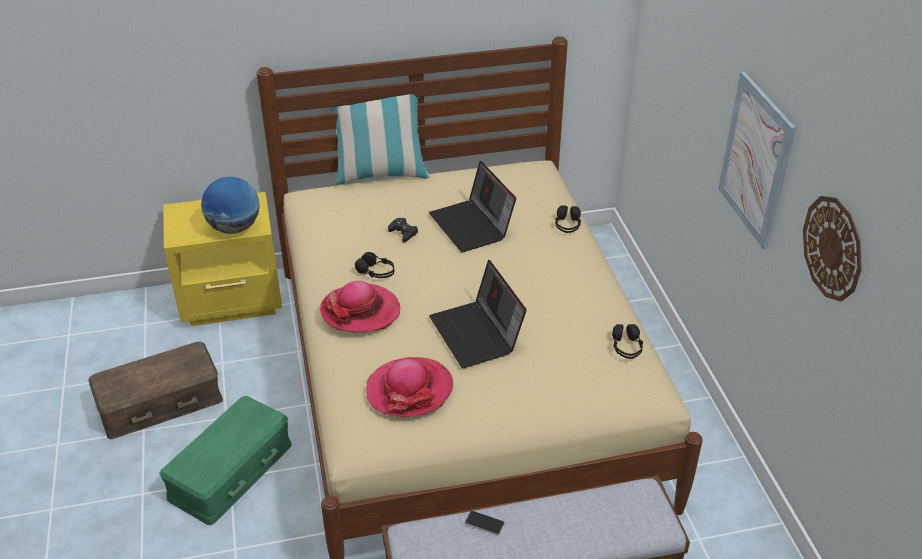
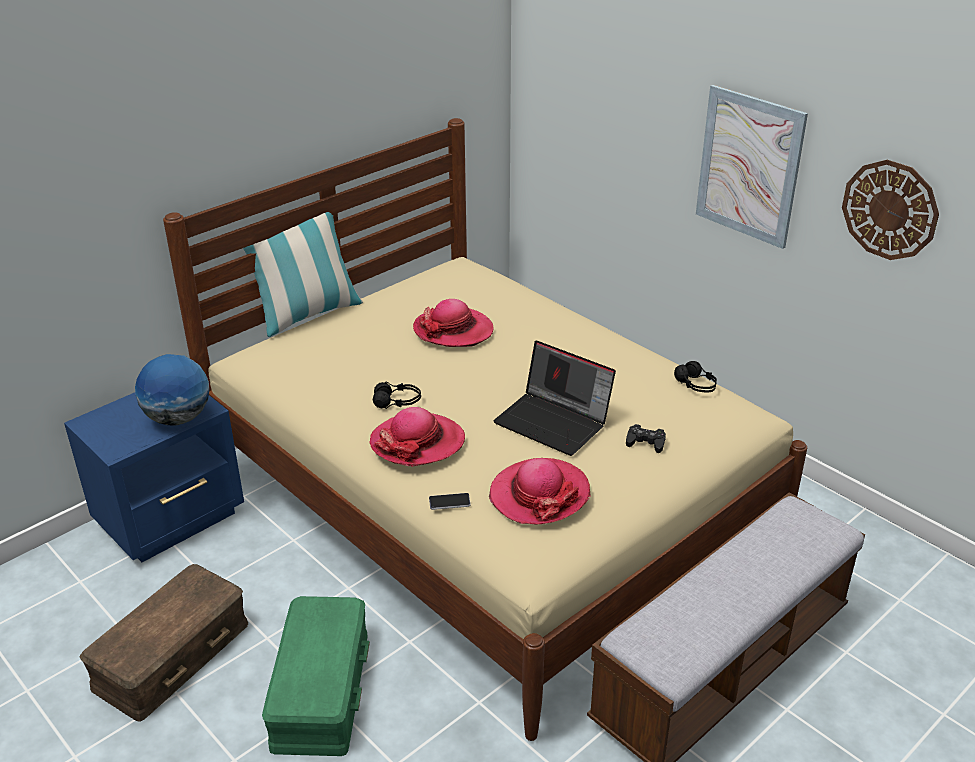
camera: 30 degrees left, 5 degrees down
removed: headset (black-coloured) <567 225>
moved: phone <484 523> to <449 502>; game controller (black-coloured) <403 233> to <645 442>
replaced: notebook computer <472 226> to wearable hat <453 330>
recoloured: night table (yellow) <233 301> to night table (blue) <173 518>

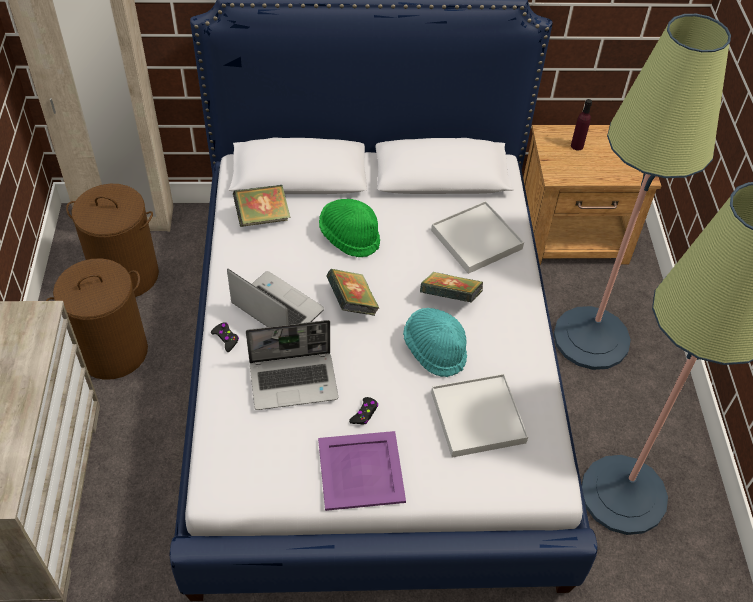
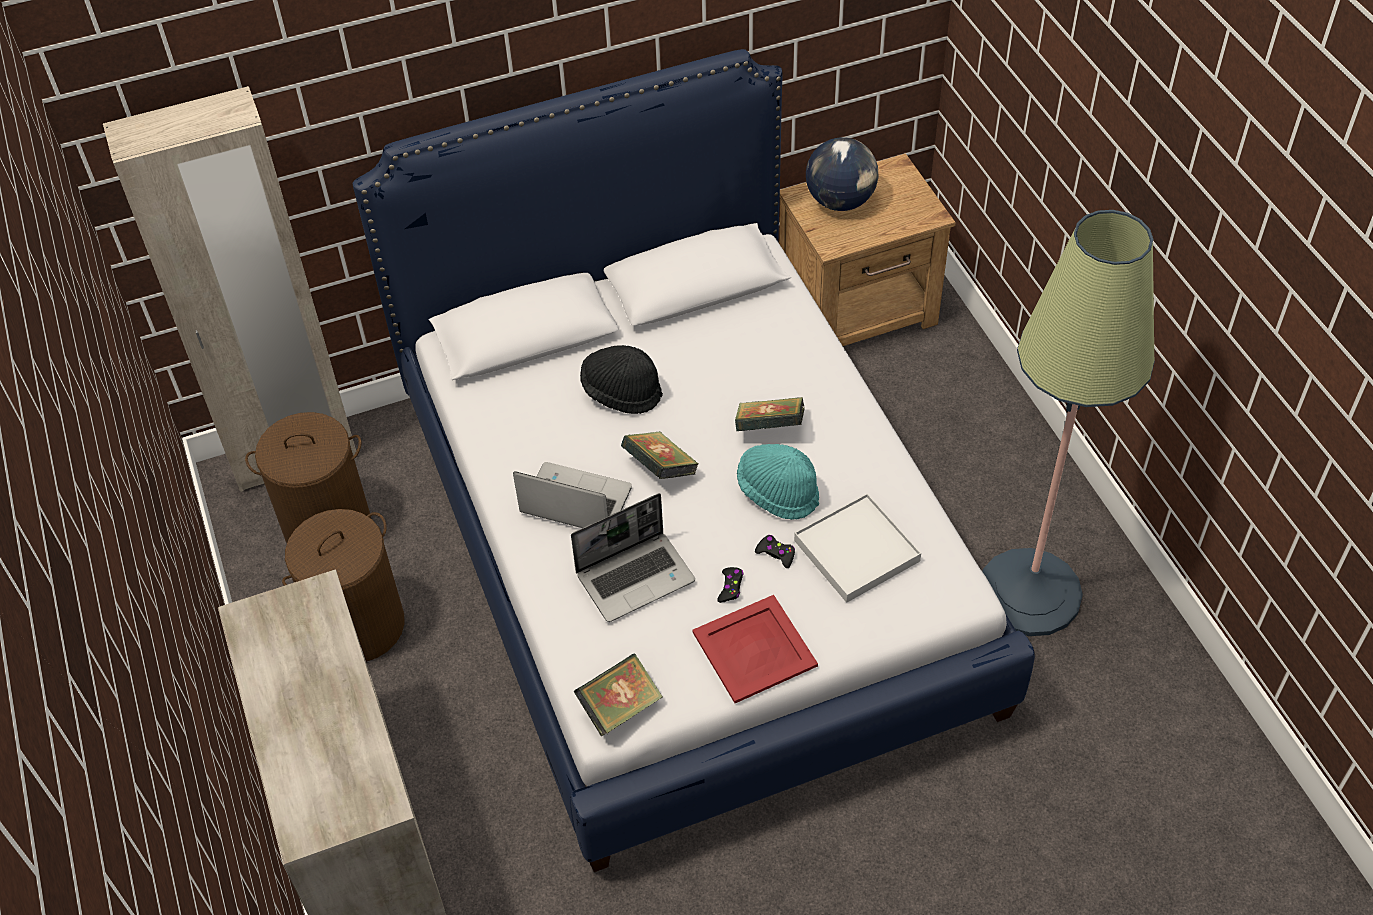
camera: 15 degrees left, 0 degrees up
removed: carrying tray (white) <476 239>; standard lamp <591 338>
moved: book <262 217> to <620 707>; game controller (black-coloured) <226 338> to <776 554>
replaced: drink bottle (purple) <577 146> to globe <841 201>
recoloured: wearable hat (green) <350 237> to wearable hat (black-coloured) <621 392>; carrying tray (purple) <361 470> to carrying tray (red-coloured) <755 648>

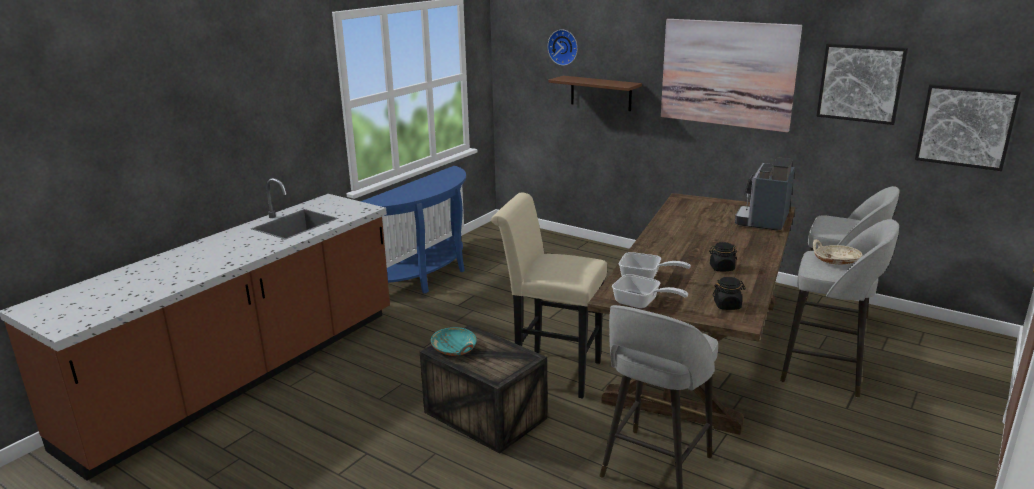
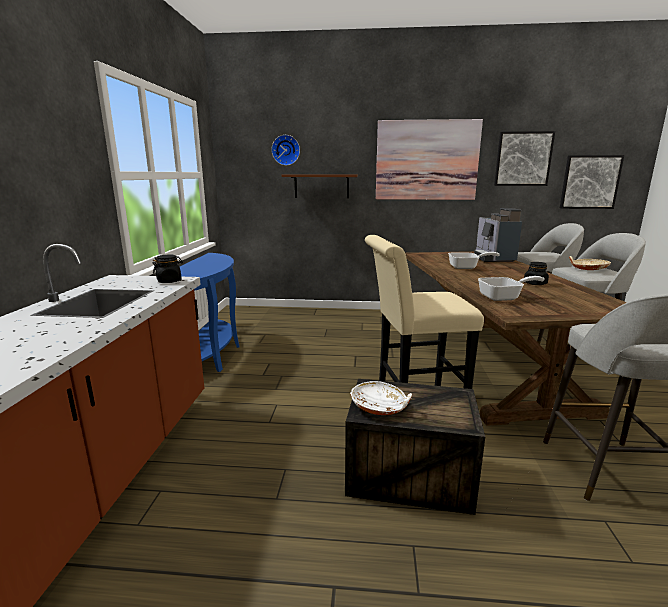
camera: 30 degrees left, 5 degrees down
moved: preserve jar (black-coloured) <727 305> to <169 281>; frying pan <641 303> to <466 267>
recoloured: serving bowl (turquoise-coloured) <454 349> to serving bowl (white) <380 407>

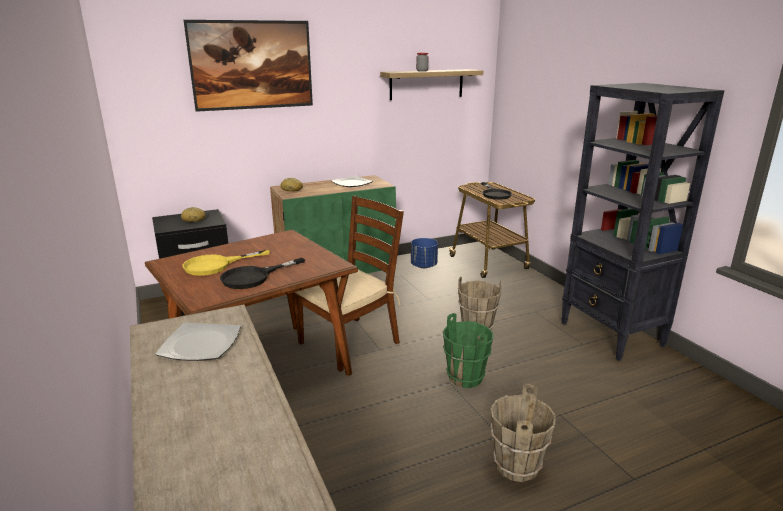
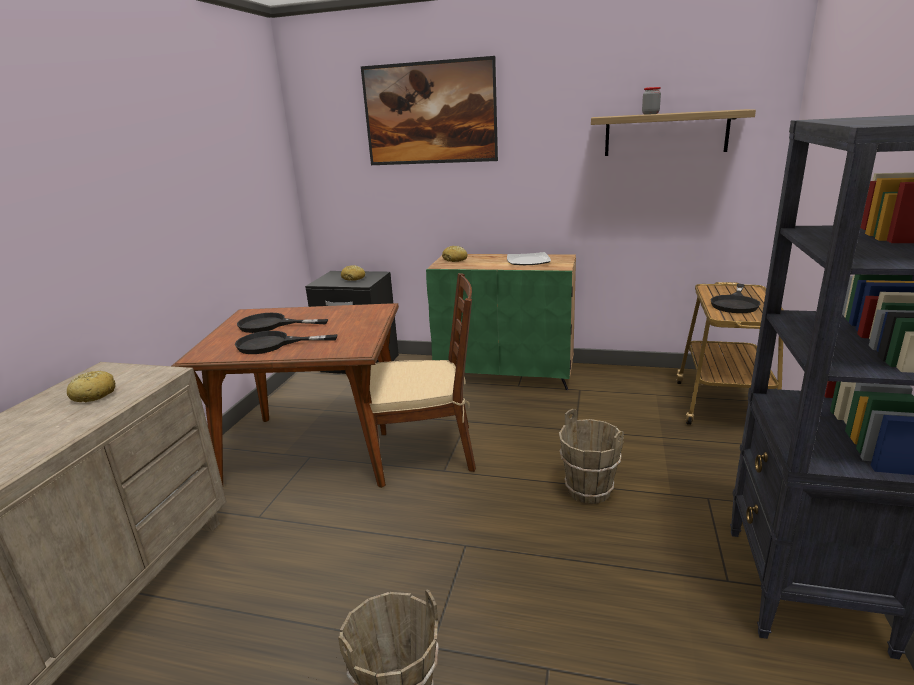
camera: 40 degrees right, 0 degrees up
removed: planter (blue) <423 266>; bucket (green) <465 377>
replaced: dinner plate <199 345> to baked bread <94 395>
recoloured: frying pan (yellow) <215 265> to frying pan (black-coloured) <271 325>

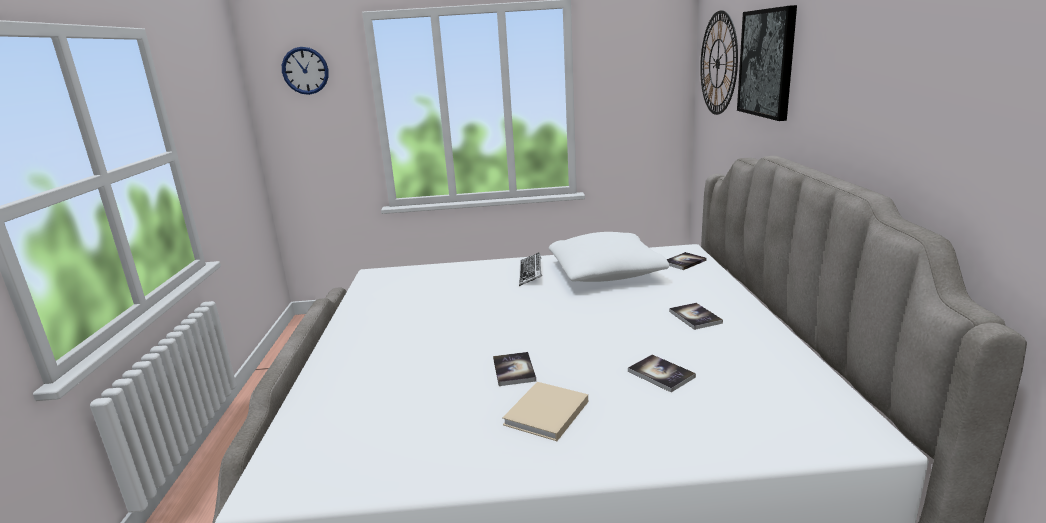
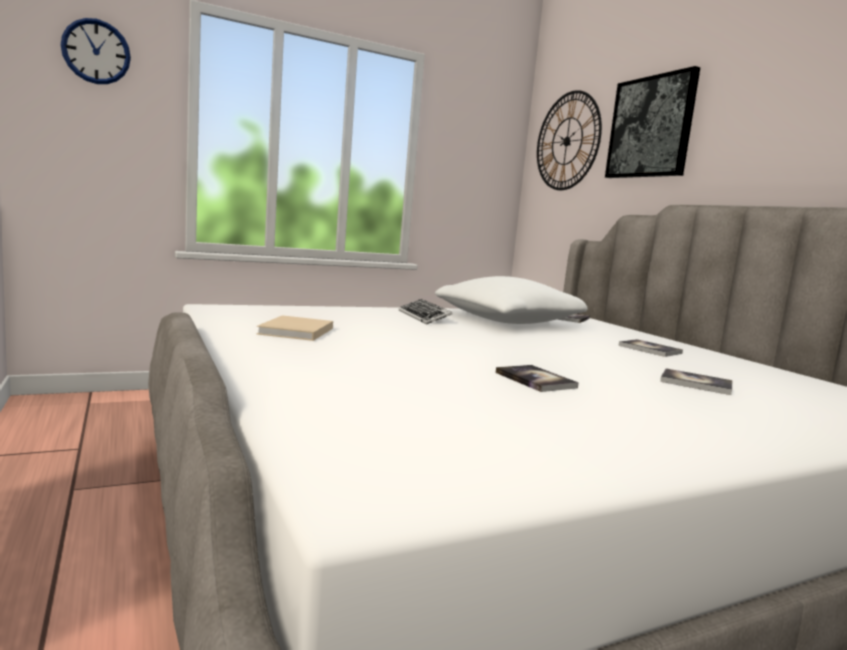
camera: 25 degrees left, 10 degrees down
moved: book (sand-coloured) <545 414> to <295 331>

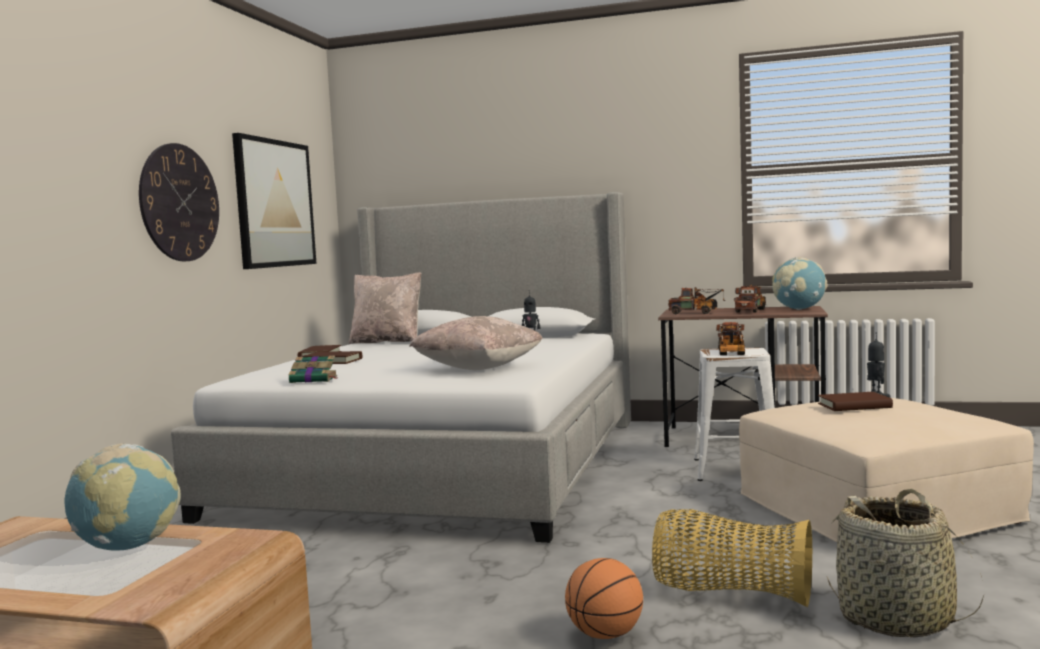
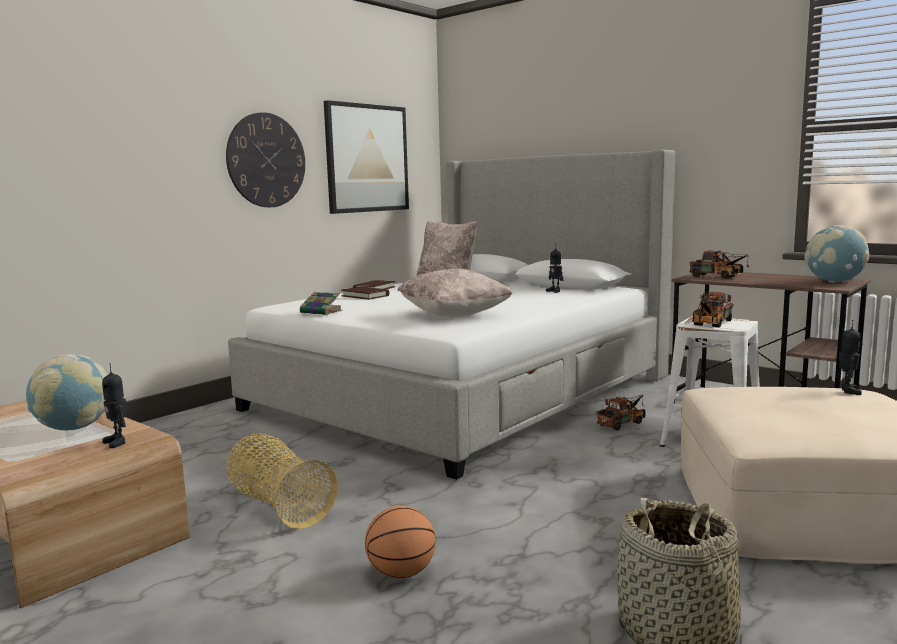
camera: 25 degrees right, 5 degrees up
removed: book (brown-coloured) <854 406>
added: robot figure <118 442>
moved: household basket <730 593> to <279 506>; model truck <751 310> to <623 423>

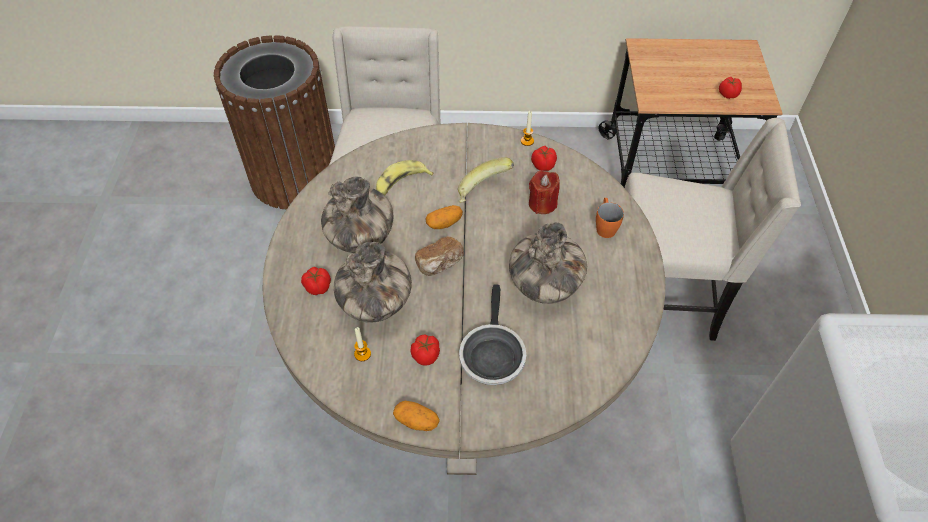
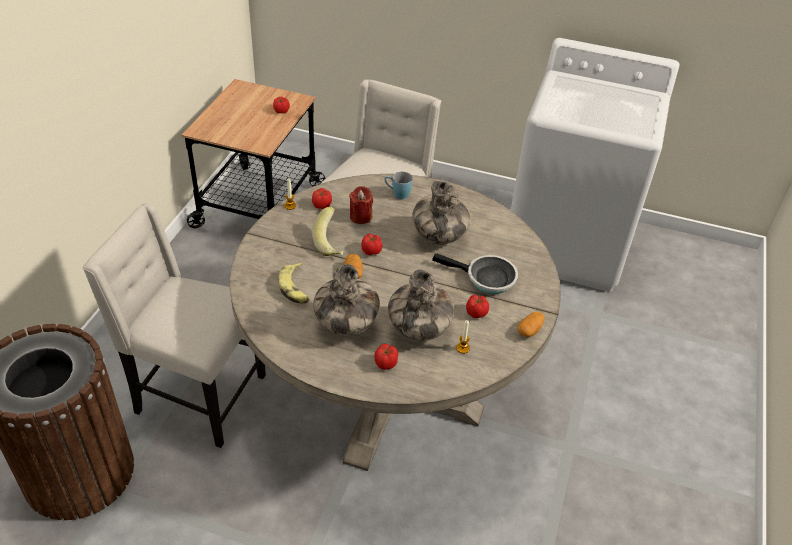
camera: 75 degrees left, 10 degrees down
removed: baked bread <440 264>
added: whole tomato <371 250>
recoloured: coffee mug (orangey) <605 226> to coffee mug (blue) <397 194>

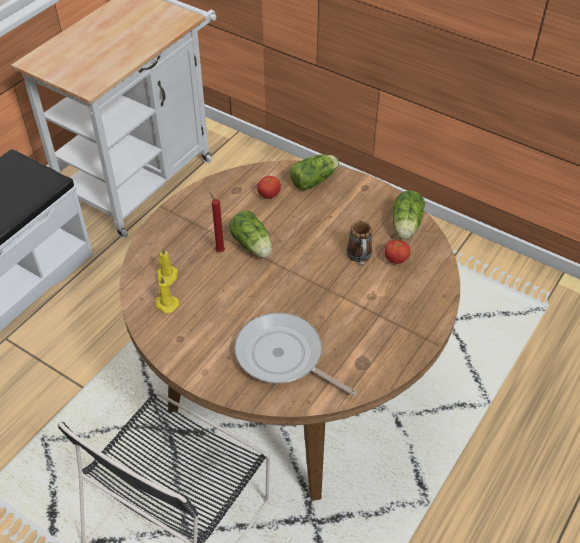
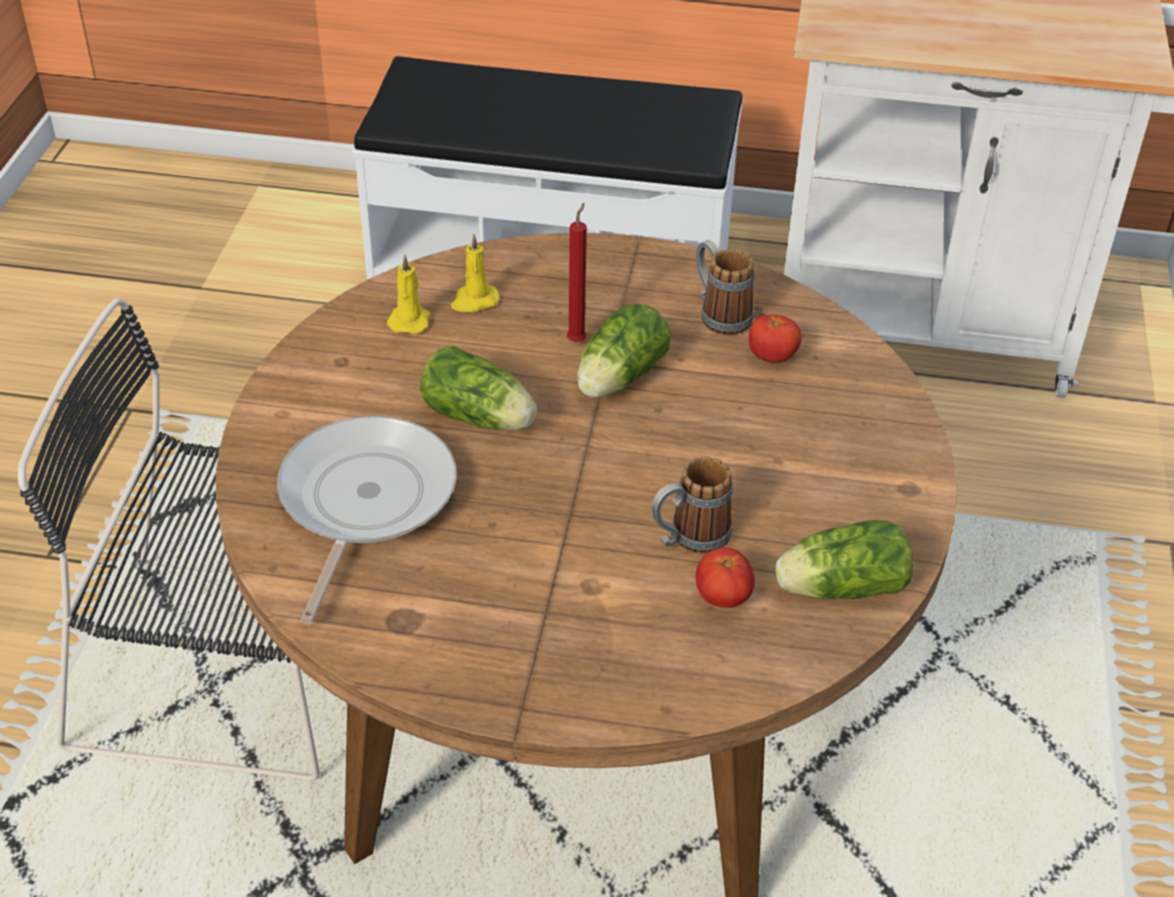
camera: 65 degrees right, 5 degrees down
added: coffee mug <719 313>
moved: lettuce head <315 180> to <481 418>

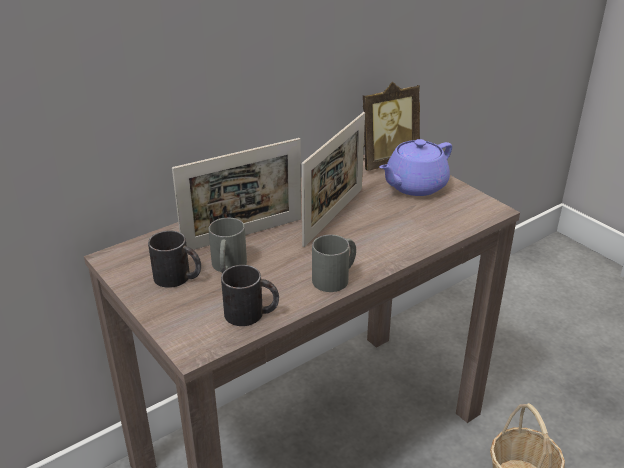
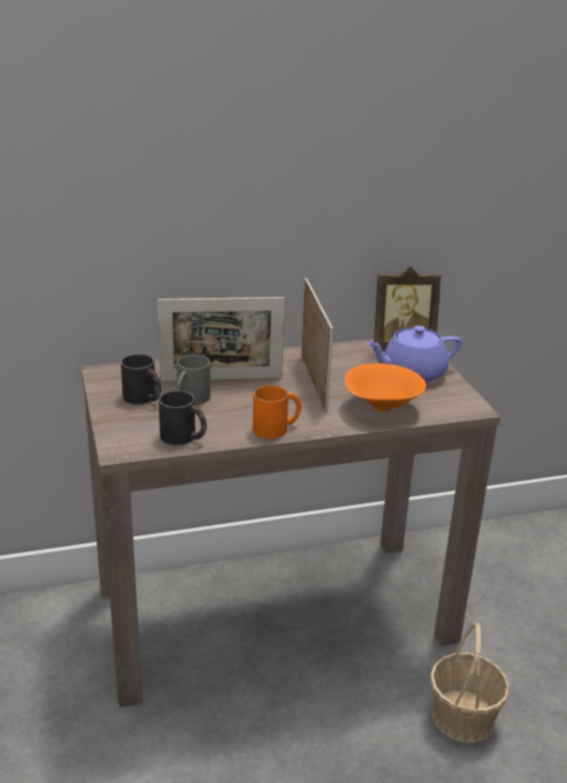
camera: 20 degrees right, 5 degrees down
added: serving bowl (orangey) <380 408>
recoloured: coffee mug (gray) <336 277> to coffee mug (orangey) <277 428>
turned: photo frame <333 216> = <313 382> 60 degrees counterclockwise

